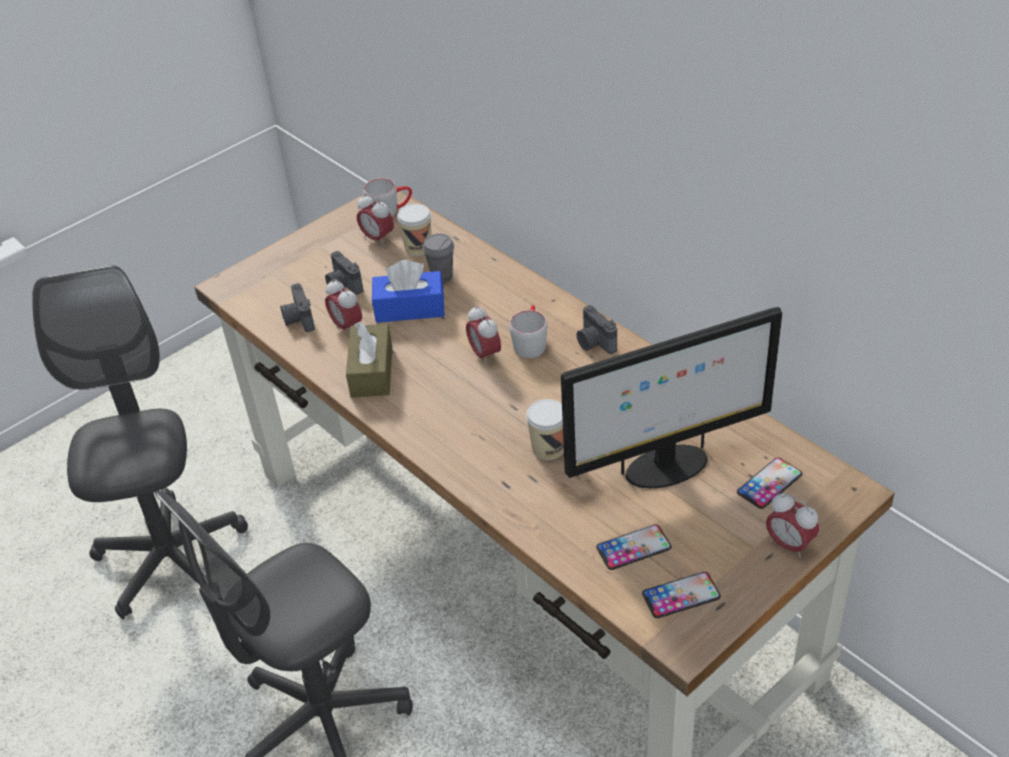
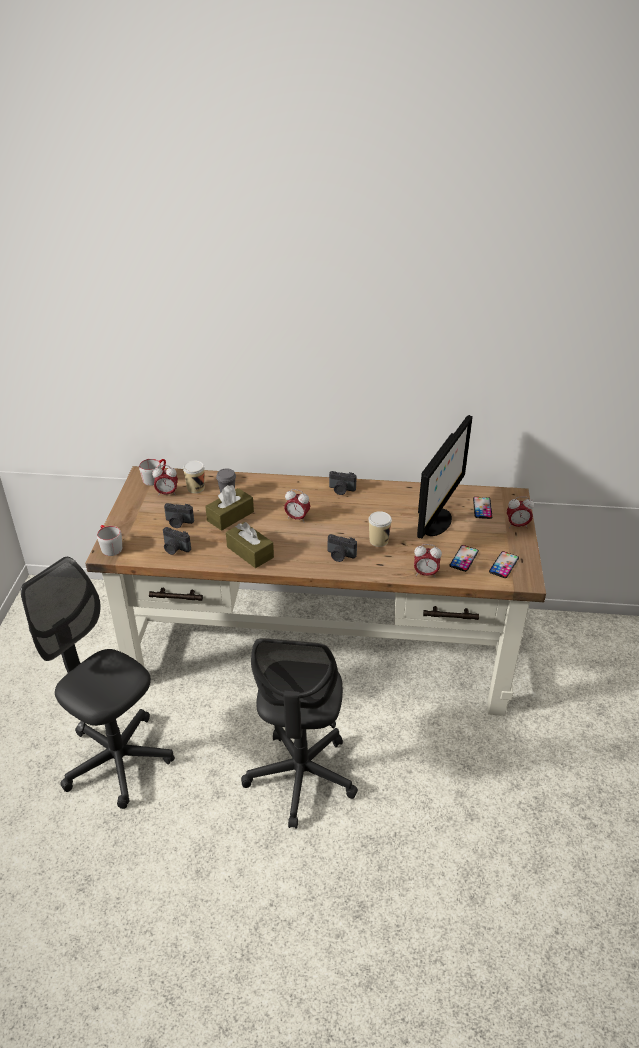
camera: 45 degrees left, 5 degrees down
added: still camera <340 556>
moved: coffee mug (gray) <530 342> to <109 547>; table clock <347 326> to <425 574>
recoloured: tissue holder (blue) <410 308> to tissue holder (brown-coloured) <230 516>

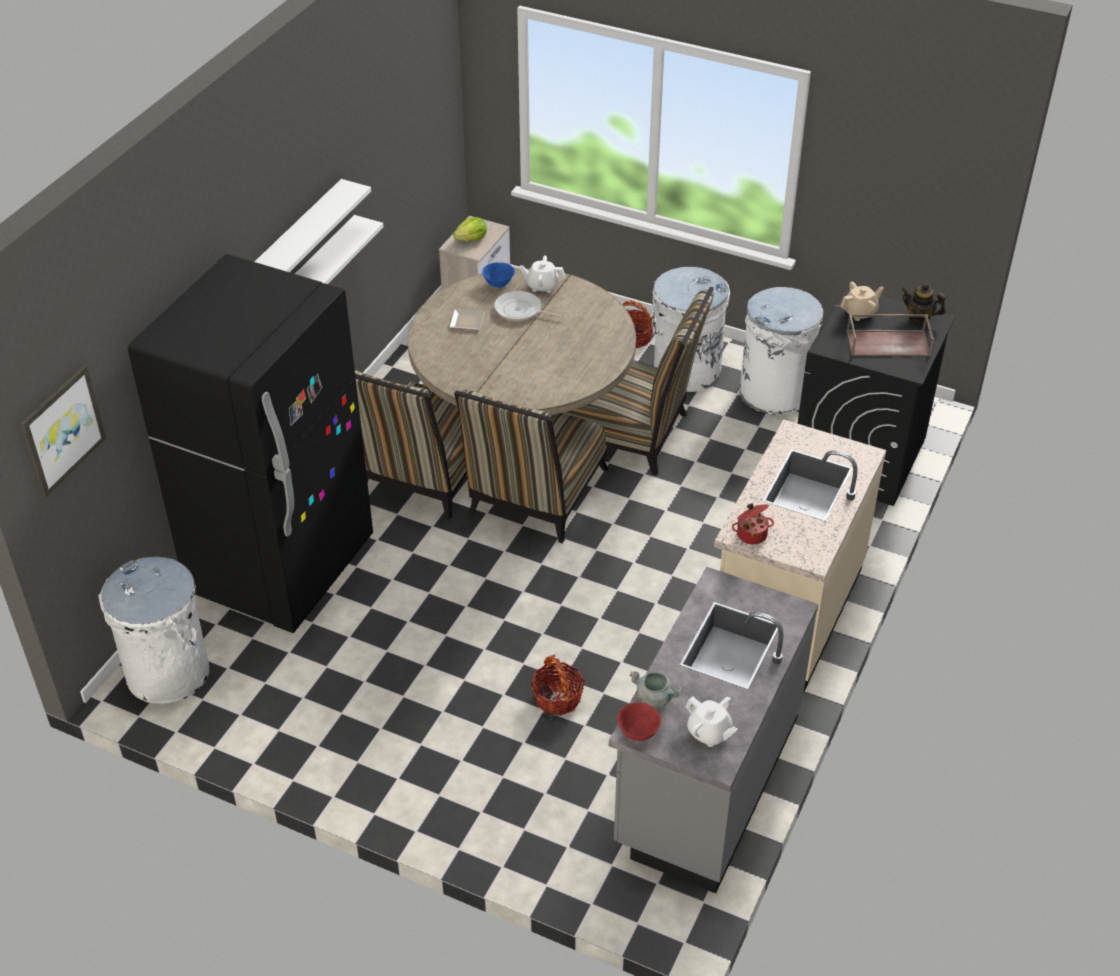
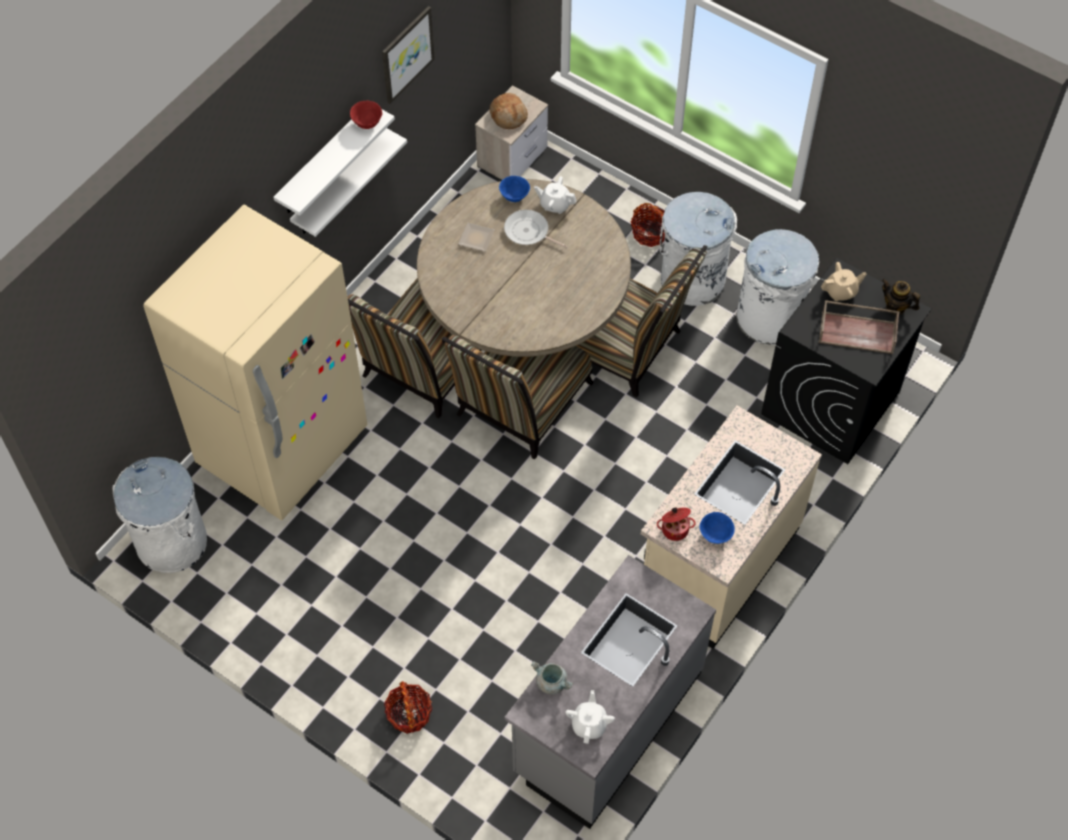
camera: 10 degrees right, 15 degrees up
added: serving bowl (blue) <715 535>
moved: serving bowl (red-coloured) <638 733> to <367 123>; wall art <62 430> to <407 54>; household basket <557 698> to <409 714>
replaced: lettuce head <471 239> to baked bread <508 116>
recoloured: fridge (black-coloured) <282 567> to fridge (sand-coloured) <283 447>
turned: pot for tea (white) <709 733> = <589 724> 135 degrees counterclockwise

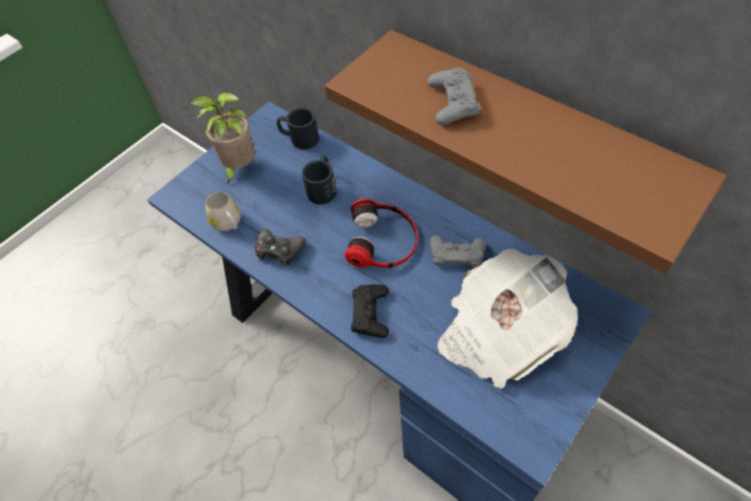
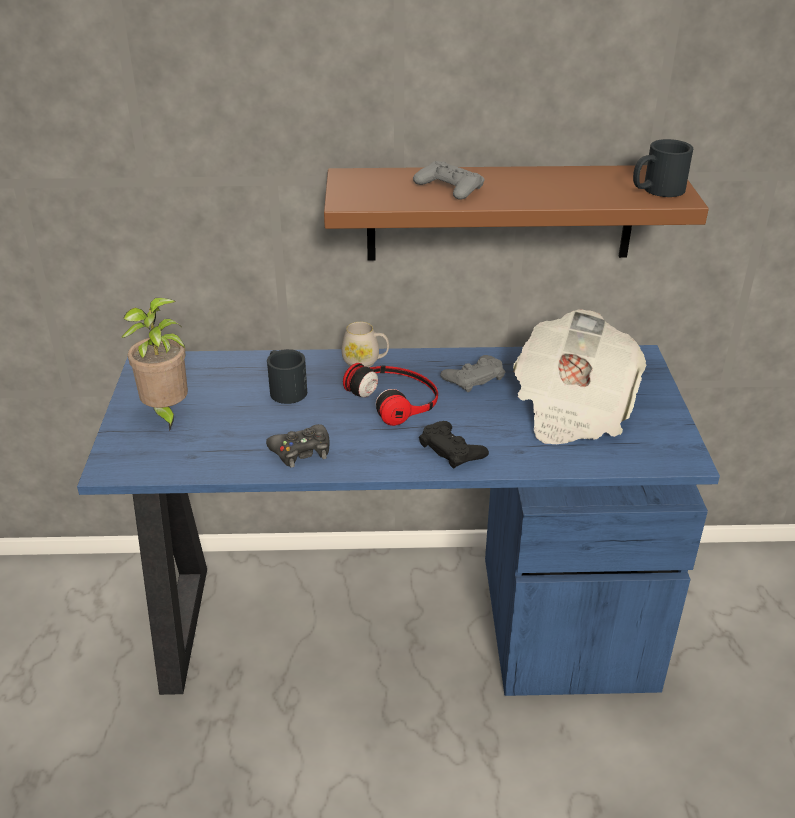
camera: 45 degrees left, 20 degrees down
moved: coffee mug (white) <228 224> to <365 361>; coffee mug (black-coloured) <299 138> to <656 190>

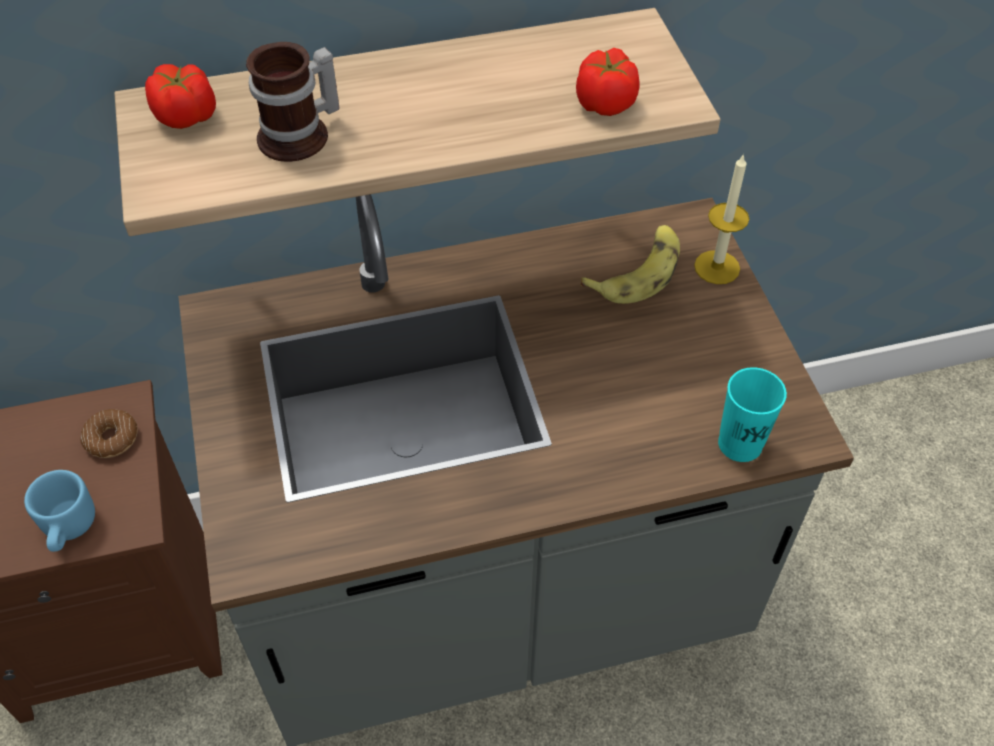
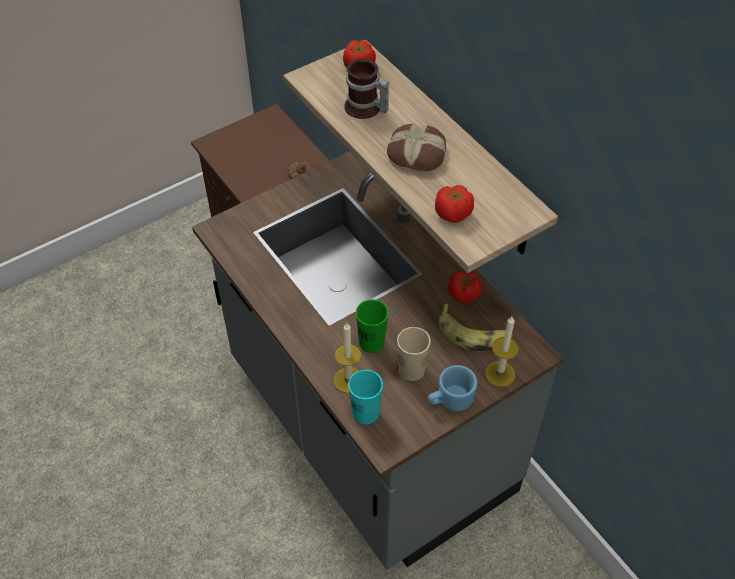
camera: 70 degrees right, 0 degrees up
added: candle <348 380>; small cup (green) <371 342>; baked bread <417 153>; small cup (sand-coloured) <411 370>; whole tomato <464 294>
moved: coffee mug (blue) <68 530> to <449 400>

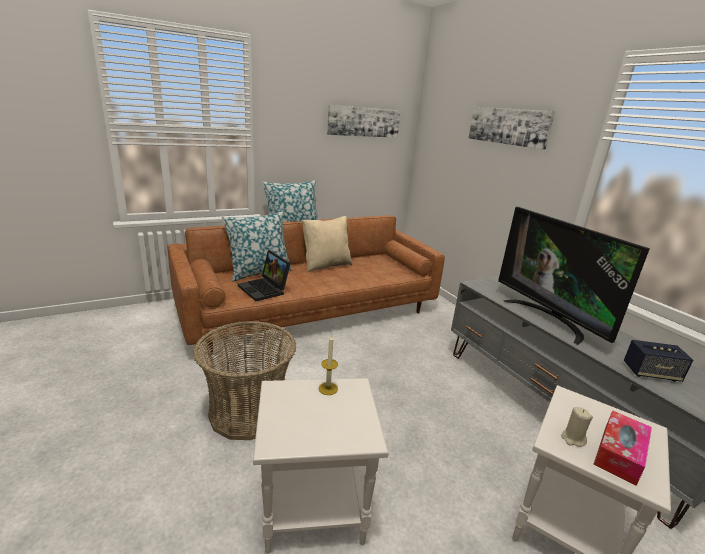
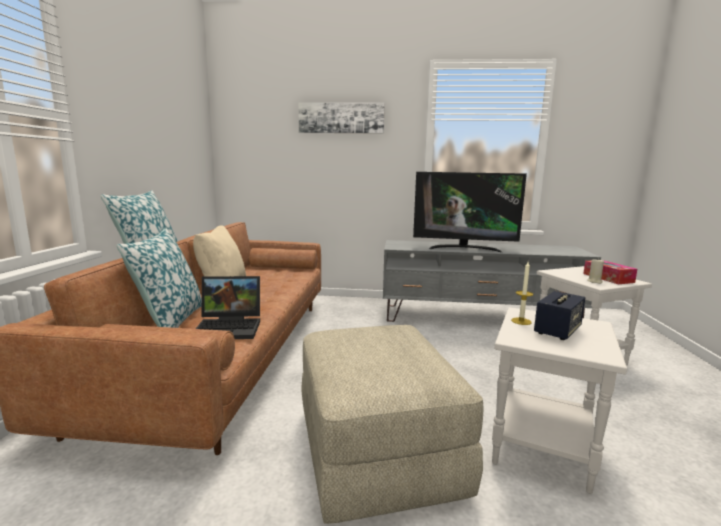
camera: 55 degrees left, 10 degrees down
removed: wall art <363 122>
moved: audio speaker <651 373> to <557 331>
replaced: household basket <248 411> to pouffe (sand-coloured) <376 451>

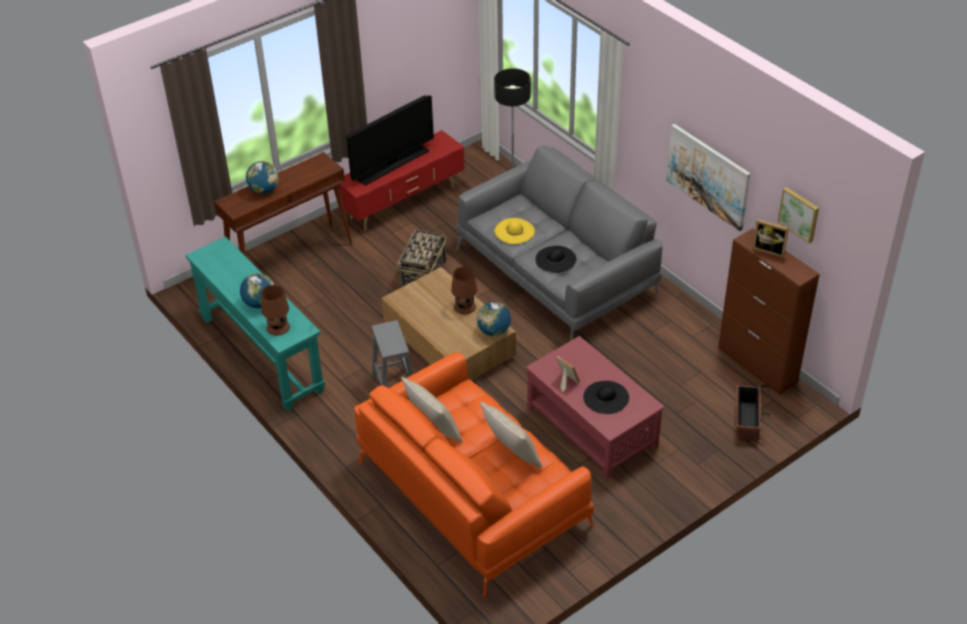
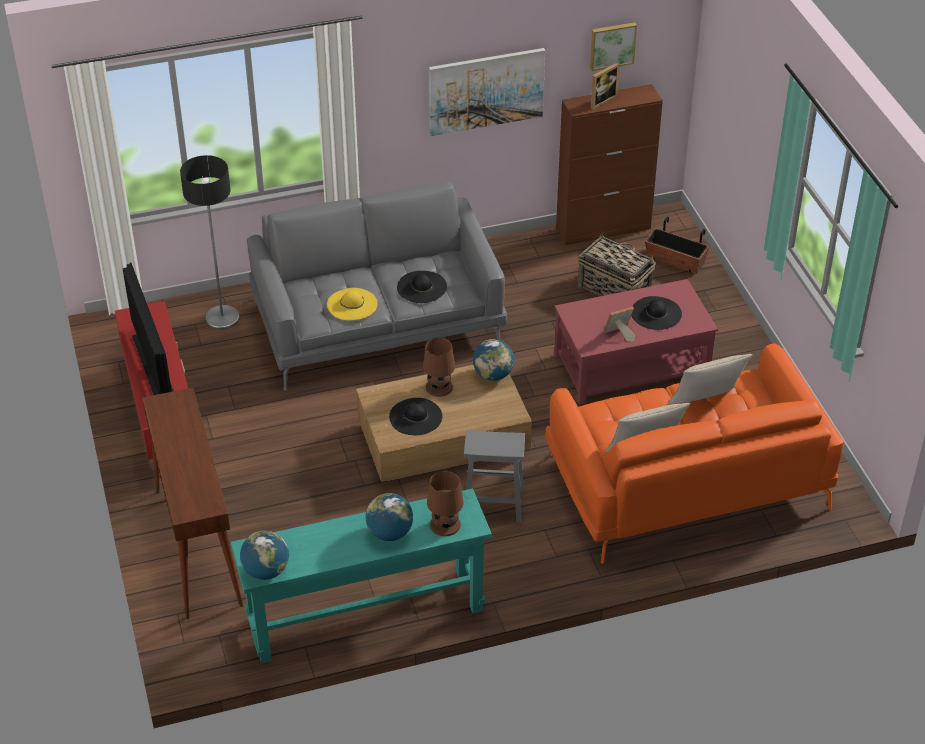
camera: 70 degrees left, 0 degrees up
added: wearable hat (black-coloured) <415 416>
moved: globe <264 190> to <266 571>; household basket <423 274> to <613 289>

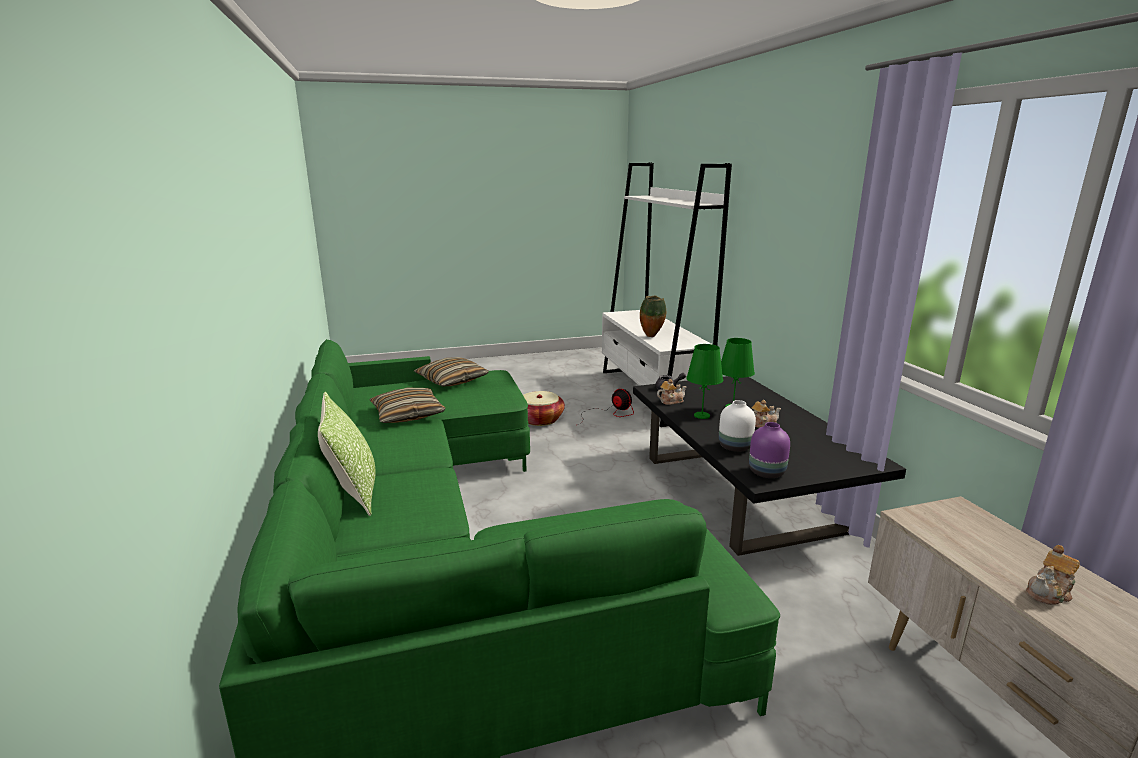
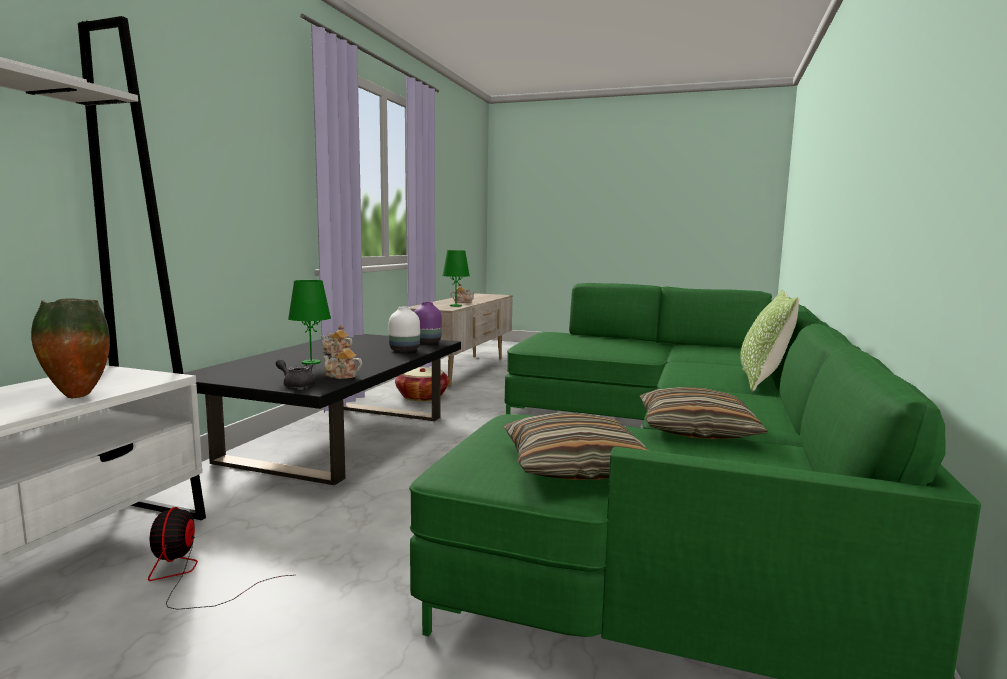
camera: 145 degrees left, 10 degrees down
moved: household basket <540 419> to <422 397>; tabletop lamp (green) <701 415> to <456 306>

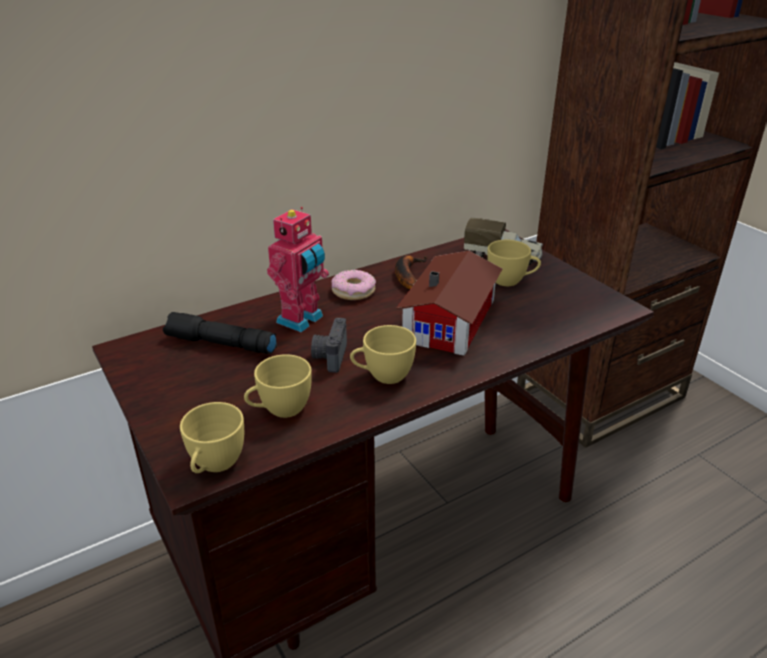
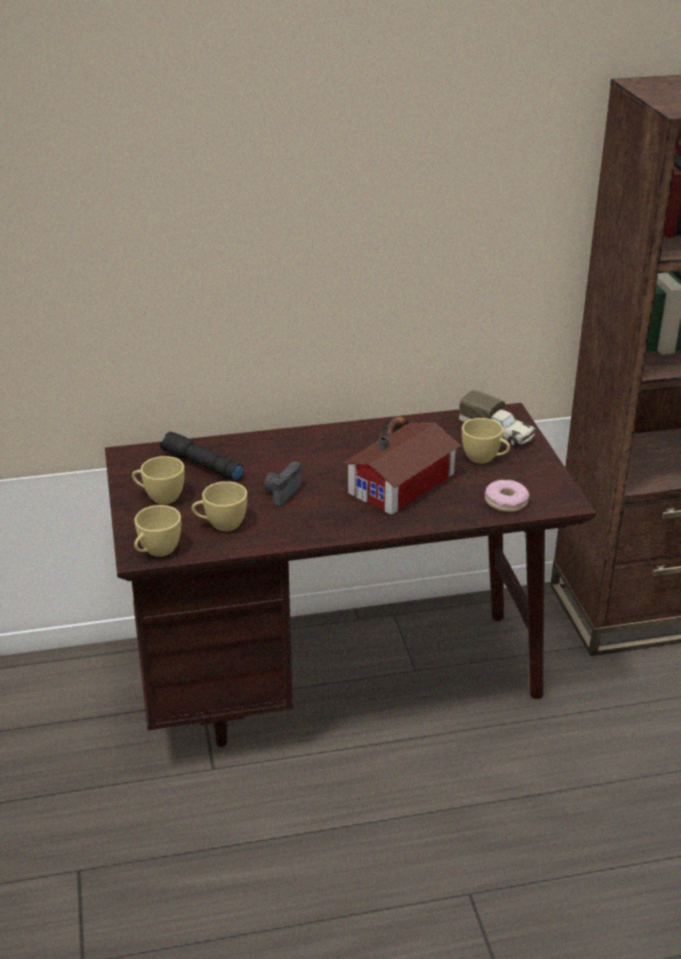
camera: 20 degrees right, 0 degrees up
removed: robot figure <302 320>
moved: small cup (yellow) <382 376> to <160 497>; donut <353 291> to <506 502>

